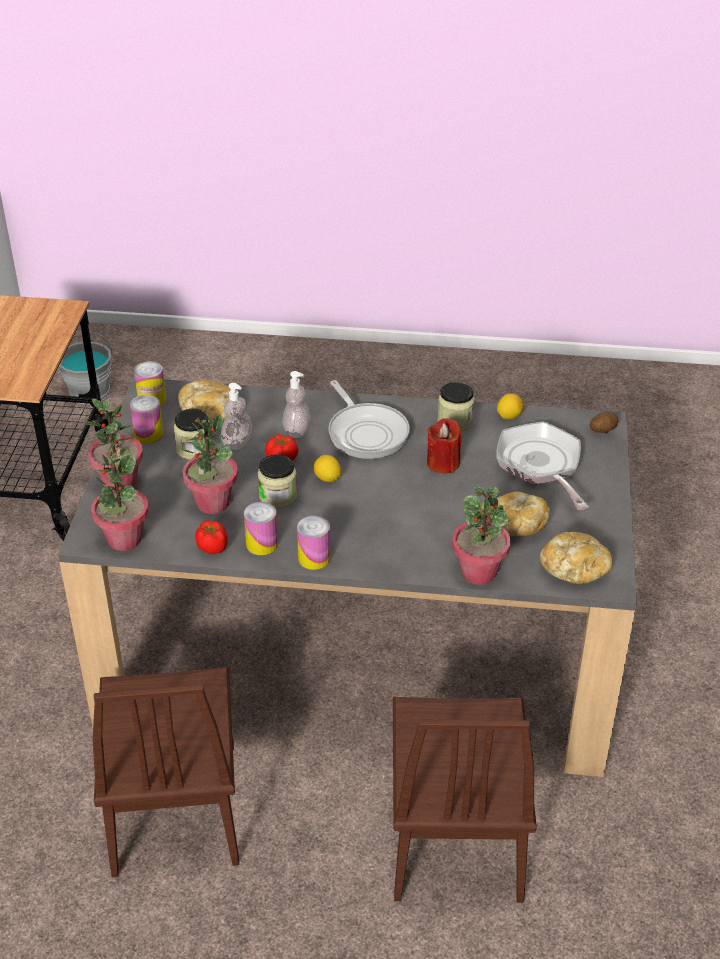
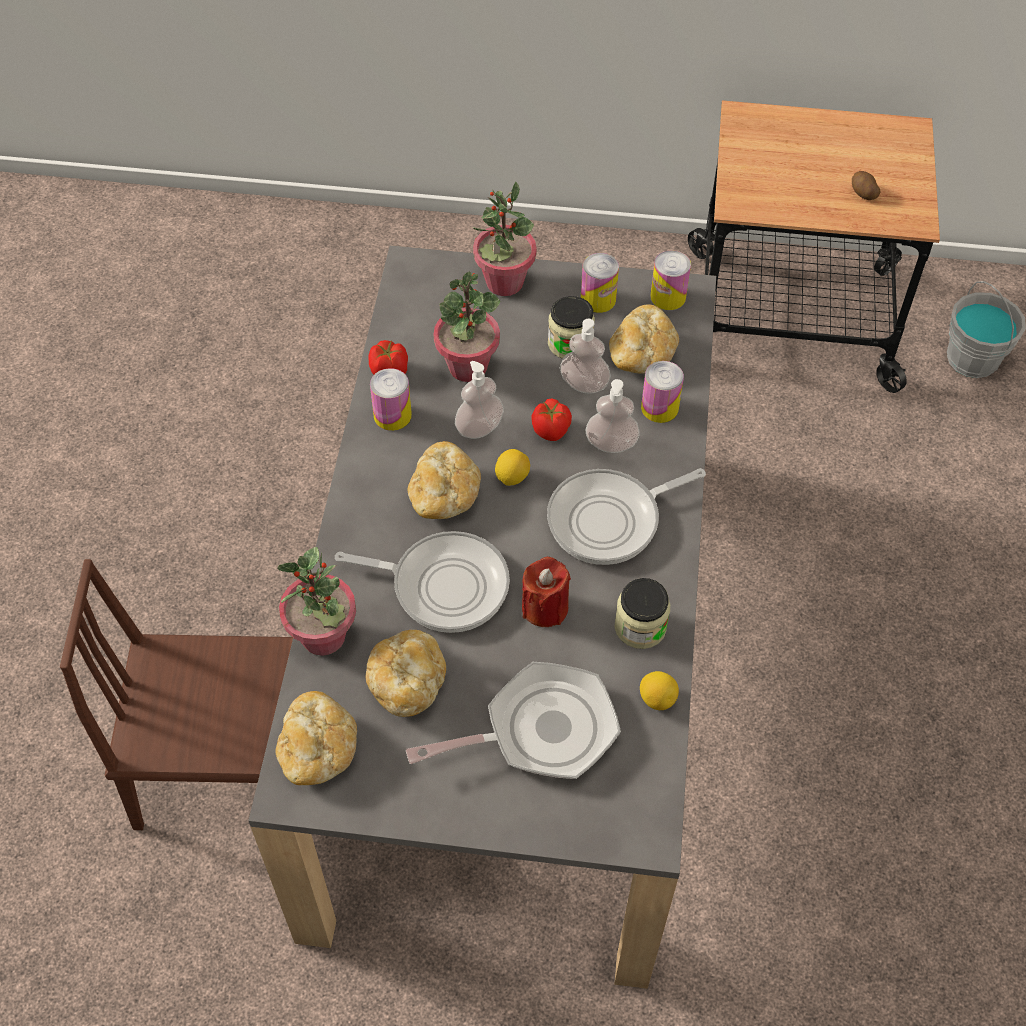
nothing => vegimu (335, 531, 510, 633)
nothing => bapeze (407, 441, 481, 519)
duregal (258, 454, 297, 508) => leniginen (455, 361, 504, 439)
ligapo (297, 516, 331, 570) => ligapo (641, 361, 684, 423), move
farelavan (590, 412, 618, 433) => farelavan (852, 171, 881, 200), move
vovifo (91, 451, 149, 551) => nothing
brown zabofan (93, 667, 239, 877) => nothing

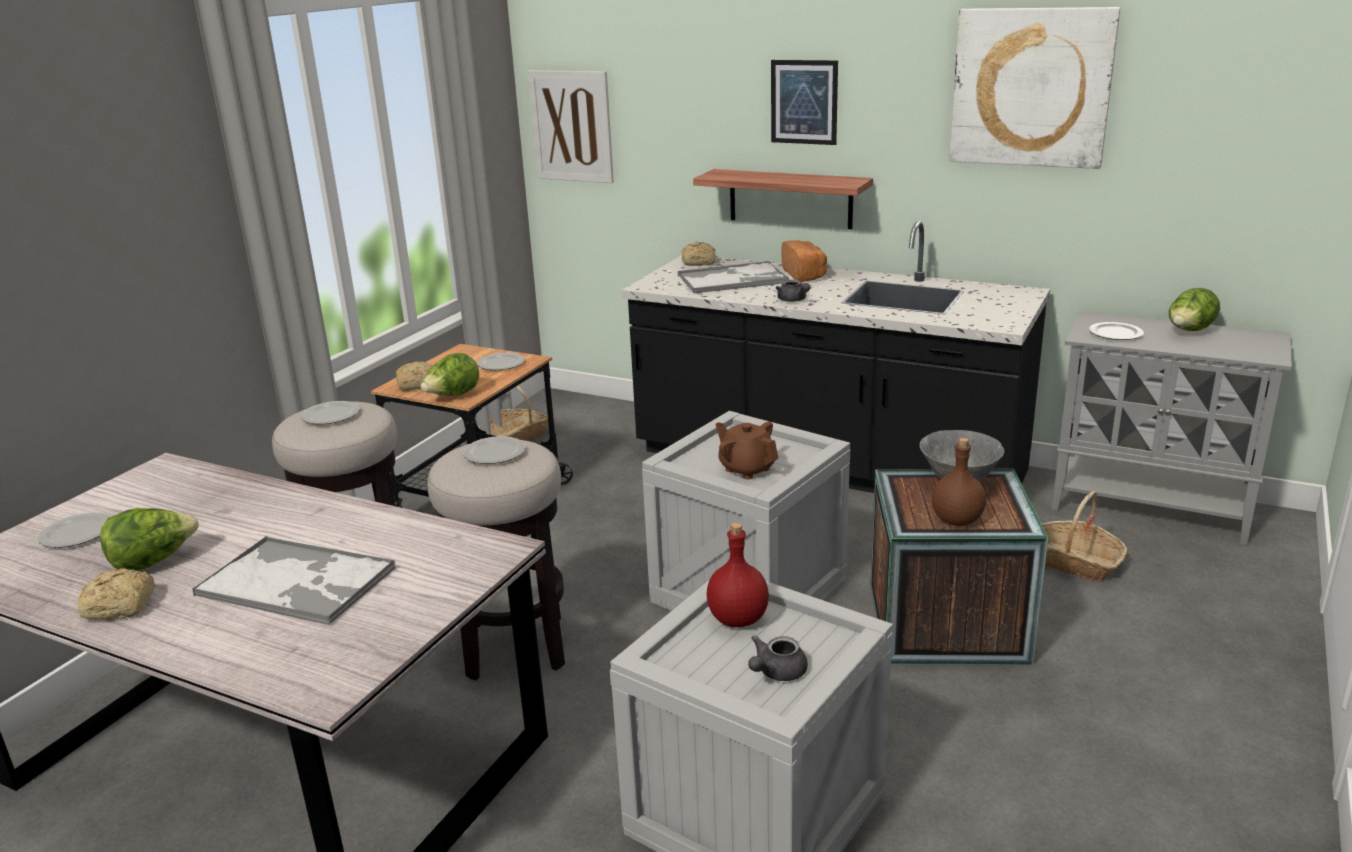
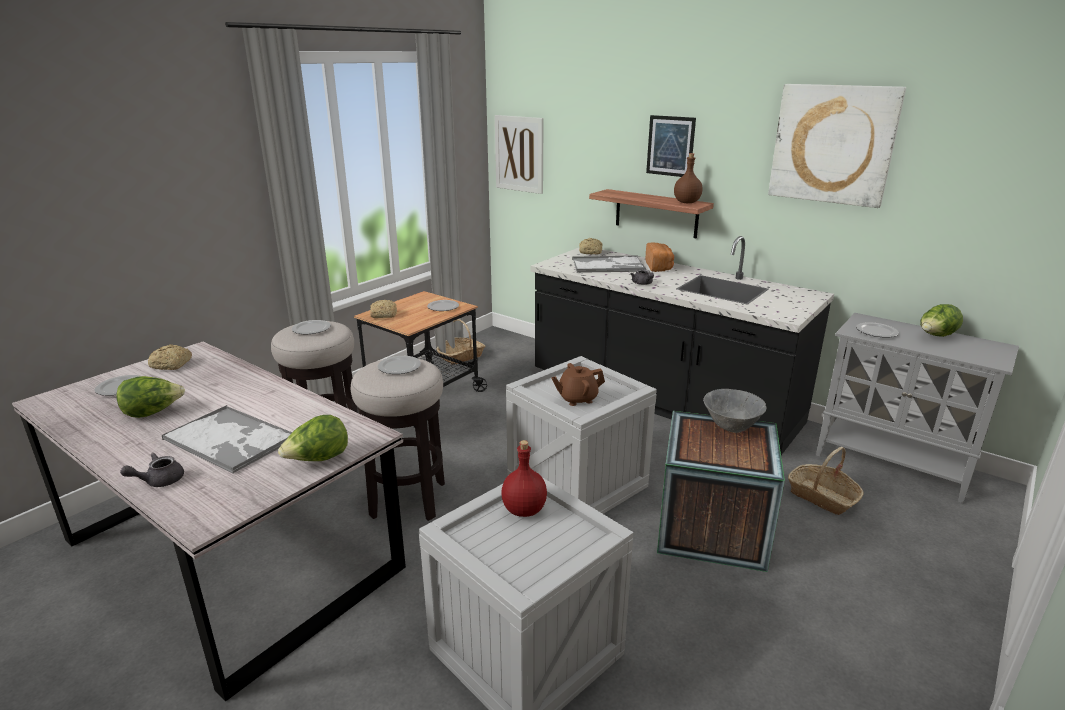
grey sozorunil (748, 635, 808, 681) => grey sozorunil (120, 453, 184, 487), move
bapeze (78, 568, 154, 620) => bapeze (148, 344, 192, 370), move
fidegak (421, 353, 479, 396) => fidegak (278, 415, 348, 461), move
brown sozorunil (716, 421, 778, 480) => brown sozorunil (551, 363, 605, 406), 75 degrees counterclockwise
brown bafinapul (932, 438, 986, 526) => brown bafinapul (674, 153, 703, 203), move

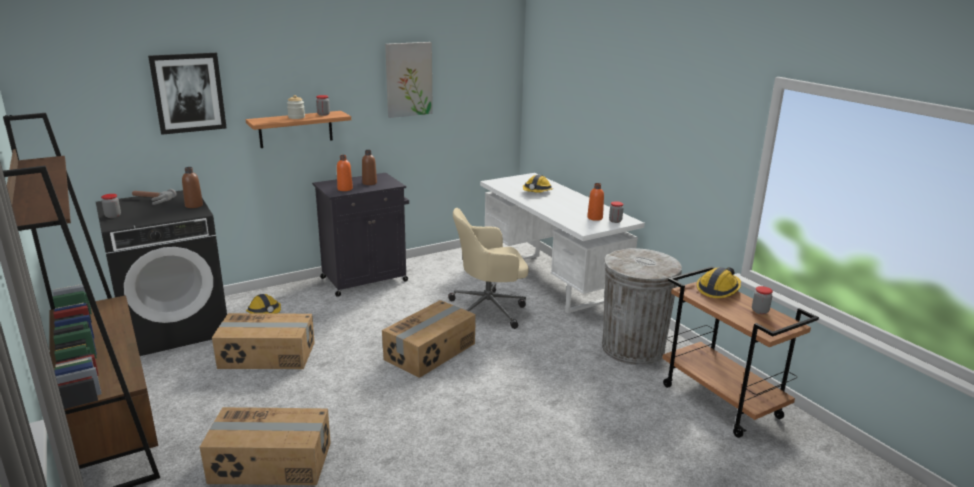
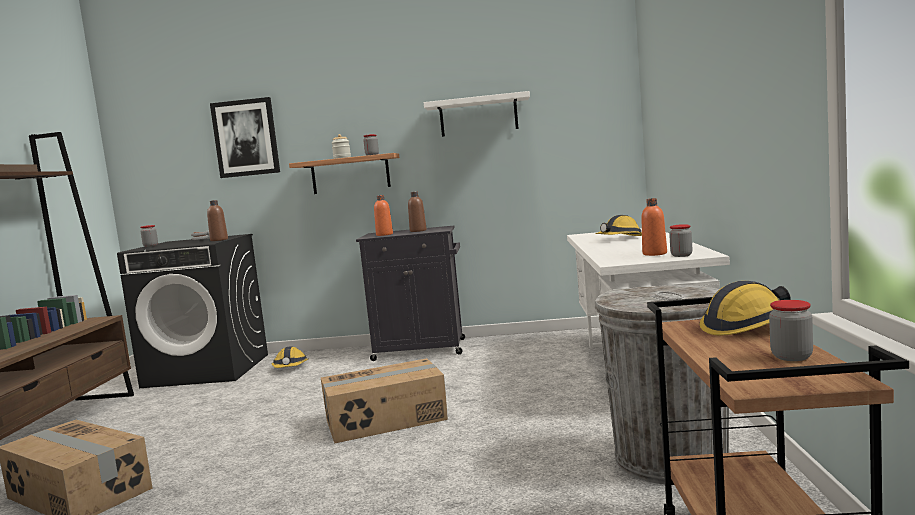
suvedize (385, 42, 433, 118) => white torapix (424, 91, 530, 137)
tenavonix (212, 313, 315, 369) => nothing
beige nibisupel (448, 208, 529, 329) => nothing

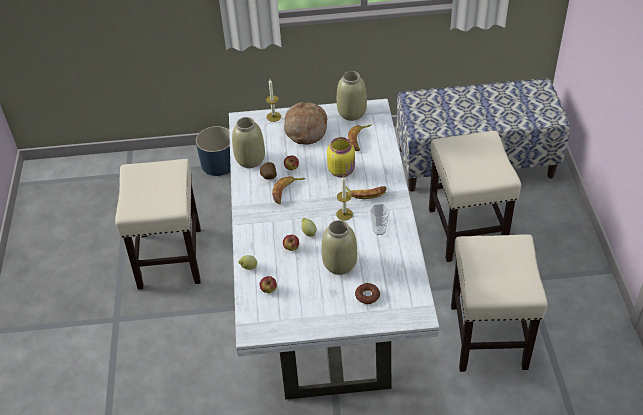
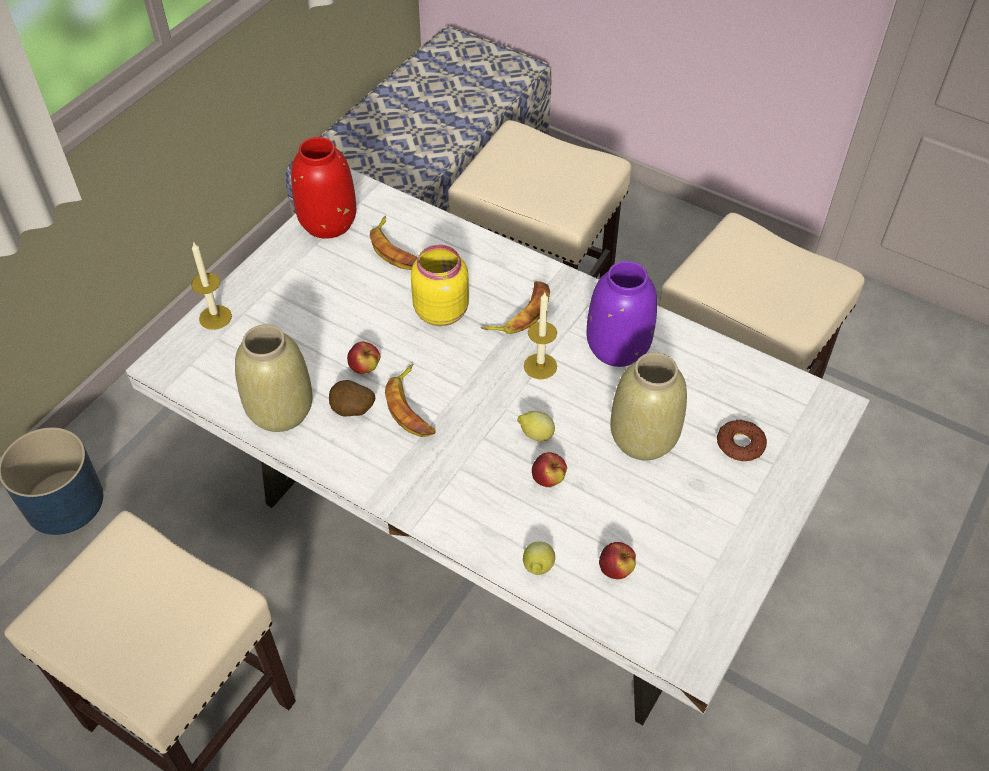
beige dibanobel (337, 71, 367, 121) => red dibanobel (291, 137, 356, 239)
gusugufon (370, 204, 390, 235) => purple dibanobel (587, 261, 657, 367)
bapeze (284, 102, 327, 145) => nothing

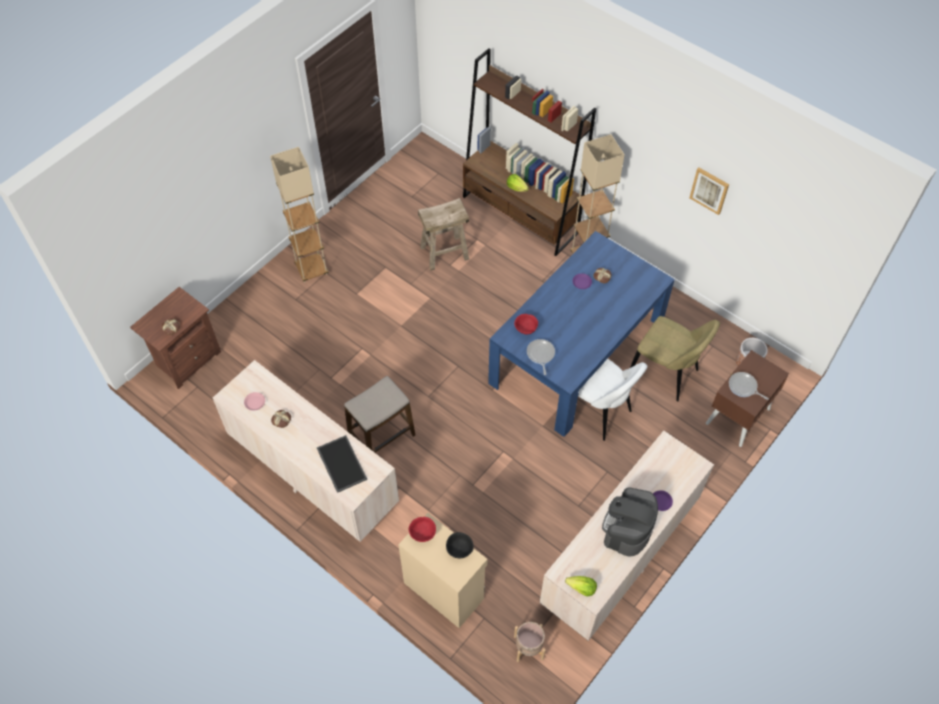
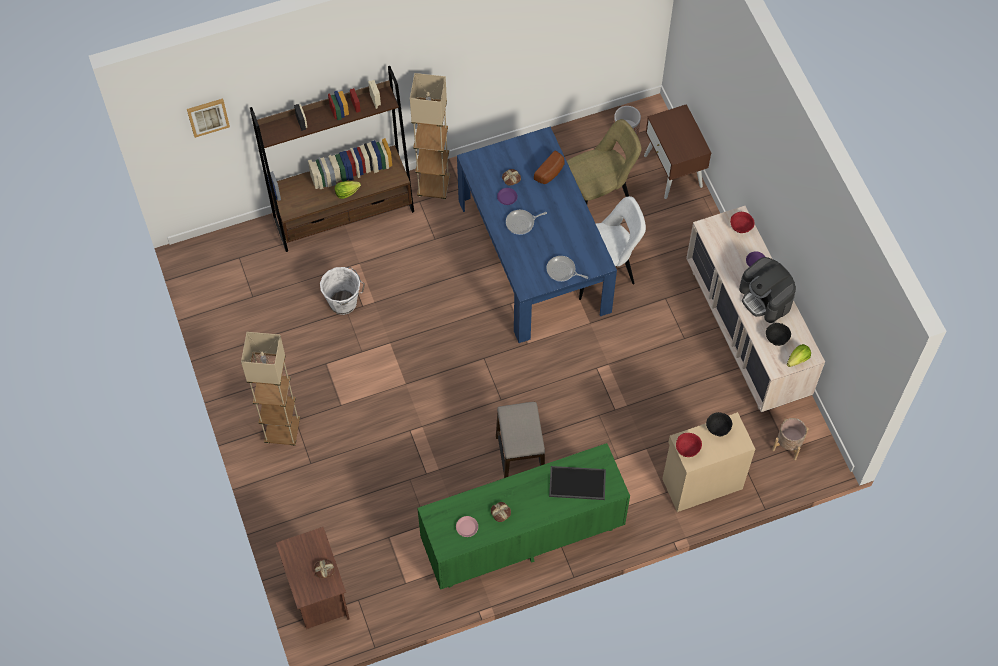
suvedize (689, 168, 729, 215) => suvedize (187, 99, 230, 138), move
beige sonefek (418, 198, 469, 271) => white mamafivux (320, 267, 365, 315)
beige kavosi (213, 360, 399, 542) => green kavosi (417, 443, 630, 590)
vegimu (729, 372, 769, 400) => vegimu (506, 210, 547, 235), move
nothing => bapeze (534, 150, 564, 184)
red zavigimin (514, 314, 538, 334) => red zavigimin (730, 212, 755, 233), move
nothing => black zavigimin (766, 323, 791, 346)

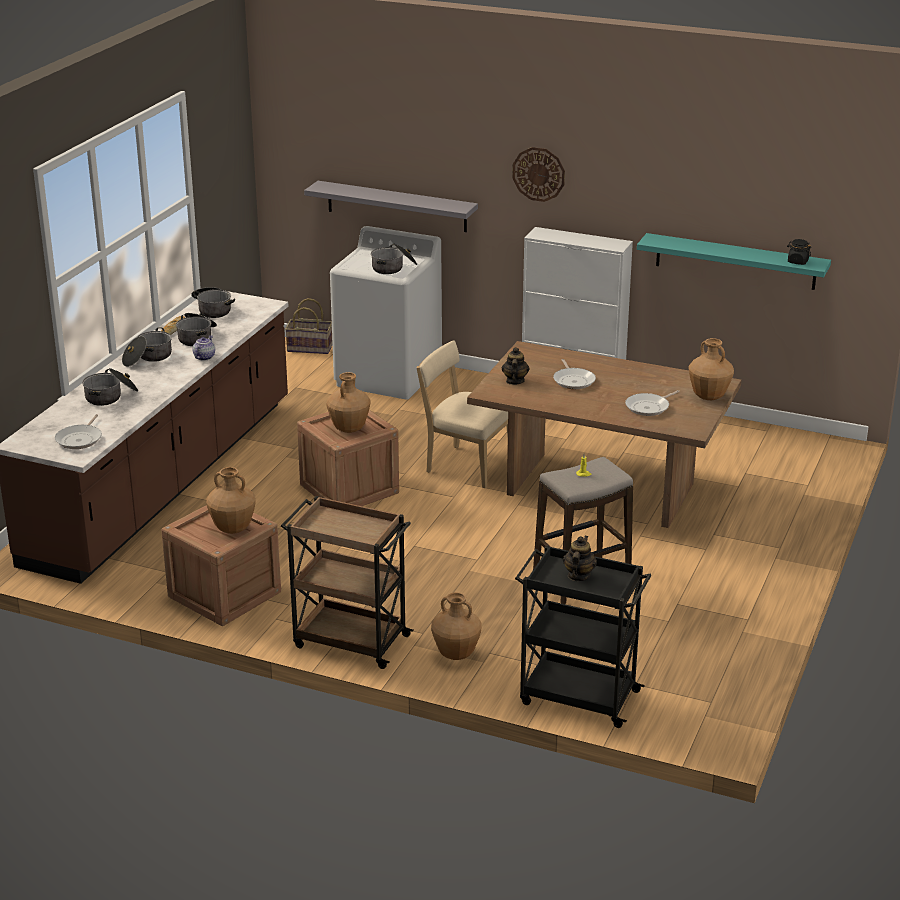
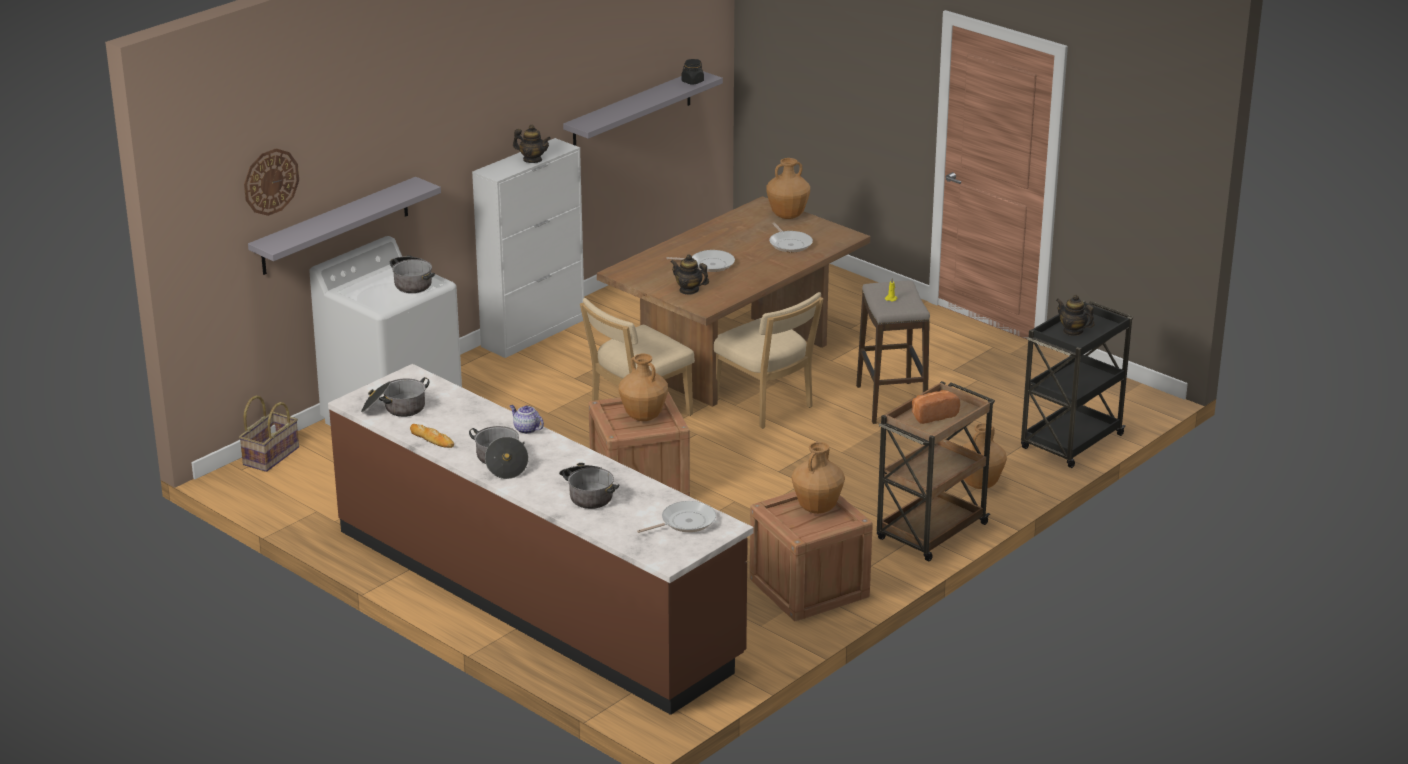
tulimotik (512, 147, 565, 202) => tulimotik (244, 149, 299, 216), move
nothing => sozorunil (513, 125, 551, 163)
turquoise torapix (637, 233, 831, 290) => grey torapix (563, 71, 723, 146)
vegimu (55, 414, 102, 449) => vegimu (637, 501, 716, 533), 60 degrees counterclockwise
nothing => beige zabofan (714, 292, 824, 428)
nothing => bapeze (912, 390, 960, 424)
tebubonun (176, 313, 217, 346) => nothing

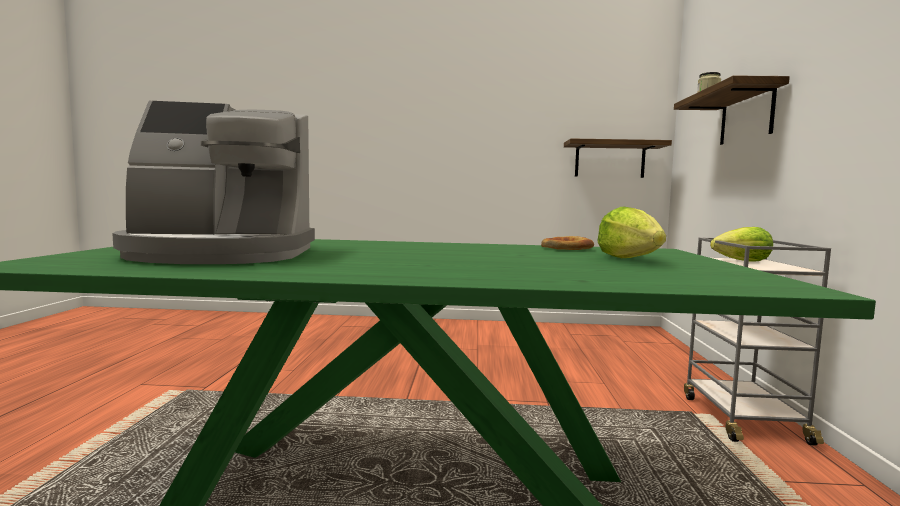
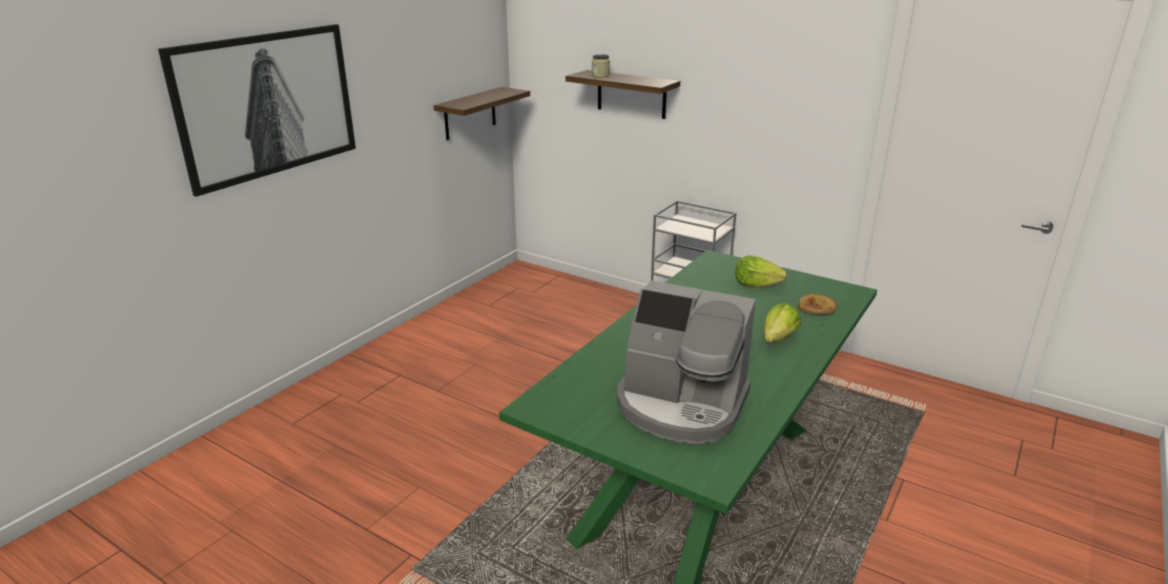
nothing => suvedize (158, 24, 356, 197)
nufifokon (112, 101, 315, 264) => nufifokon (617, 280, 756, 444), 90 degrees clockwise
fidegak (710, 227, 773, 262) => fidegak (763, 303, 801, 343), move
bapeze (541, 236, 594, 250) => bapeze (798, 294, 837, 315), move

